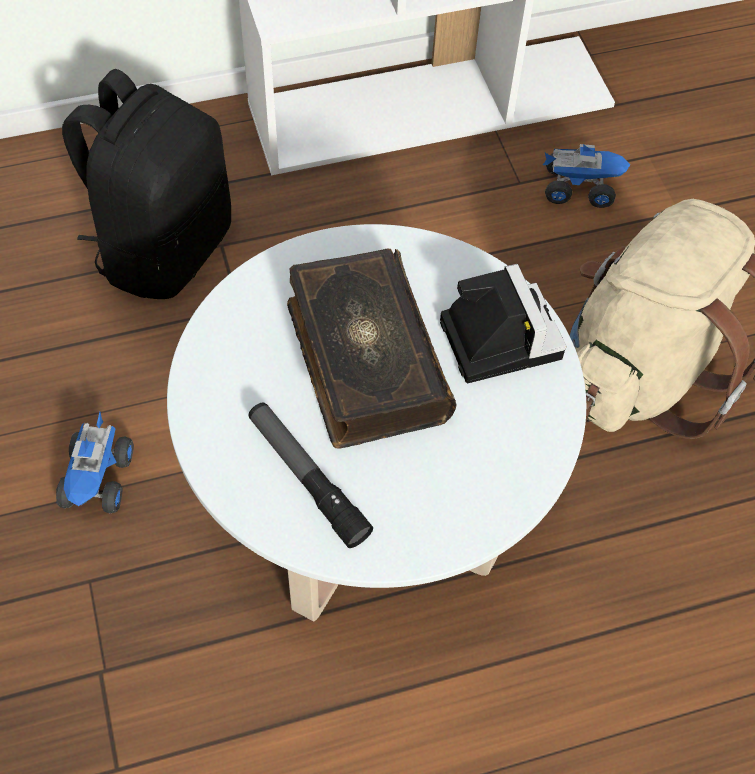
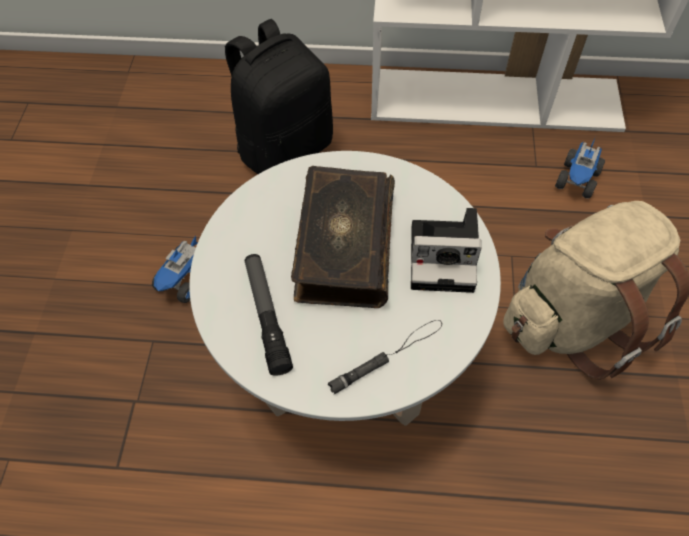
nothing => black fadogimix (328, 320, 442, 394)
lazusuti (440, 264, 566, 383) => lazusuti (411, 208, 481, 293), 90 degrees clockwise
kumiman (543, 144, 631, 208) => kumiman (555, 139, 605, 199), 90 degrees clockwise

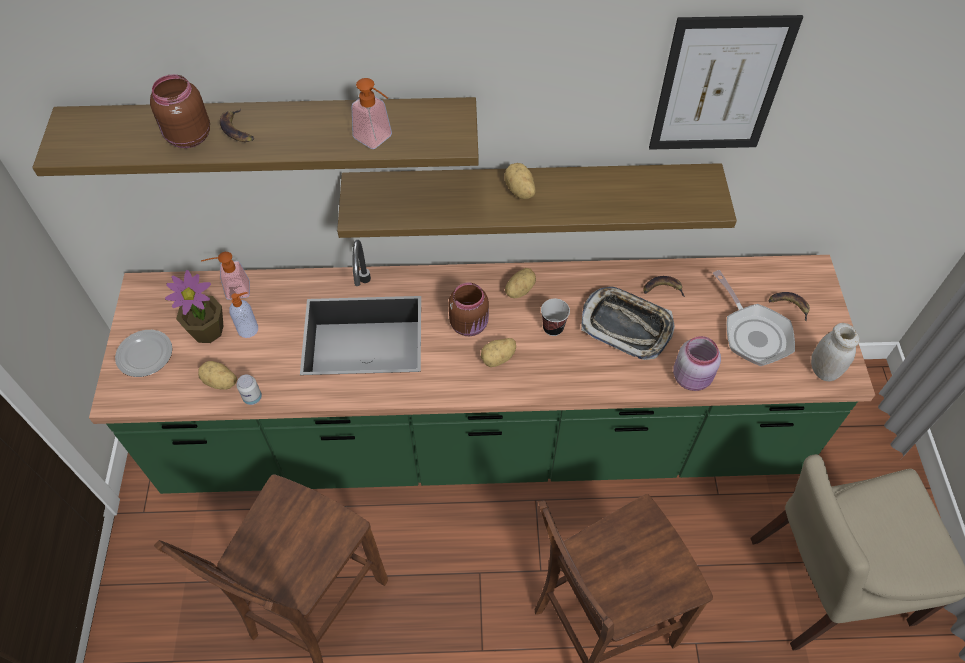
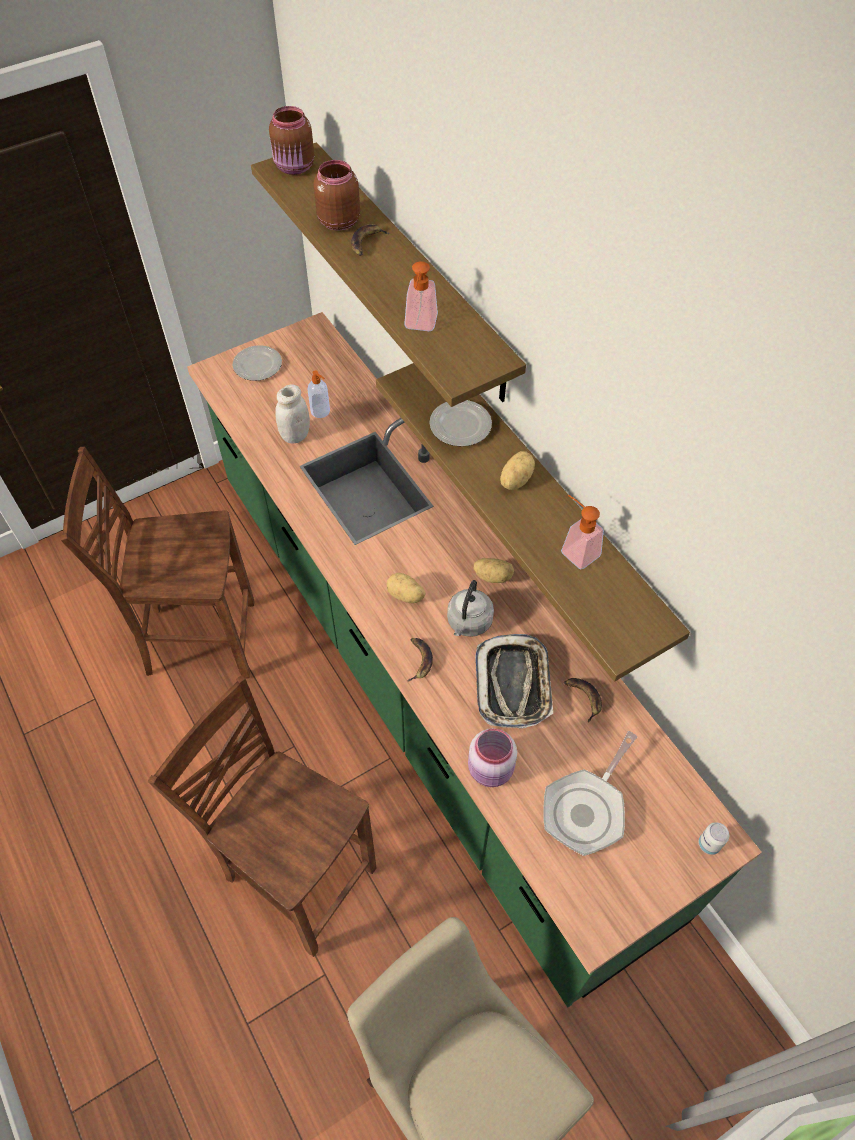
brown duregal (448, 282, 489, 336) => brown duregal (269, 106, 314, 175), move
white duregal (811, 323, 860, 381) => white duregal (275, 384, 310, 444), move
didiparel (768, 292, 810, 322) => didiparel (407, 638, 433, 681), move
nothing => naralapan (429, 400, 492, 447)
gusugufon (541, 298, 570, 336) => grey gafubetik (447, 580, 494, 637)
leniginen (201, 252, 250, 300) => leniginen (561, 495, 604, 569), move
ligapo (236, 375, 262, 405) => ligapo (699, 822, 729, 855), move
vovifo (165, 270, 223, 343) => nothing
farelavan (198, 361, 237, 390) => nothing
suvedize (649, 15, 803, 150) => nothing

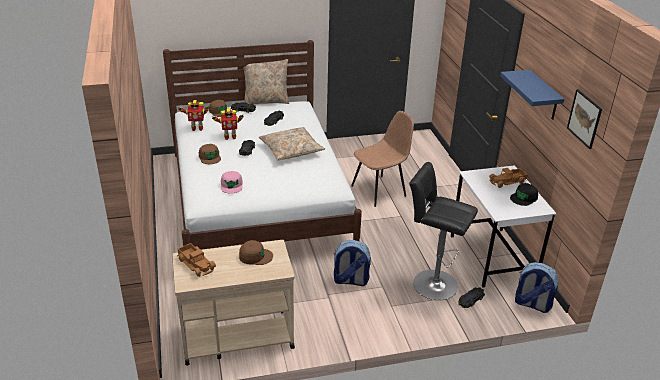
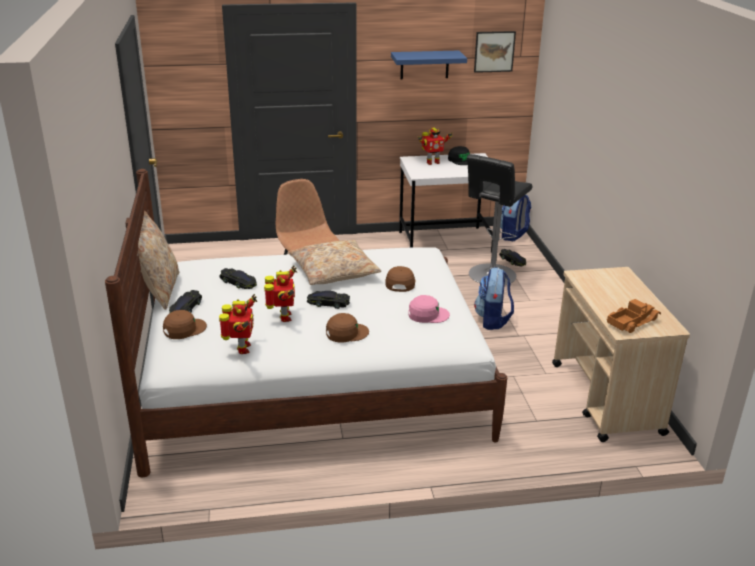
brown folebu (239, 240, 273, 265) => brown folebu (385, 266, 415, 292), move
kumiman (489, 168, 528, 188) => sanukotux (418, 128, 452, 165)

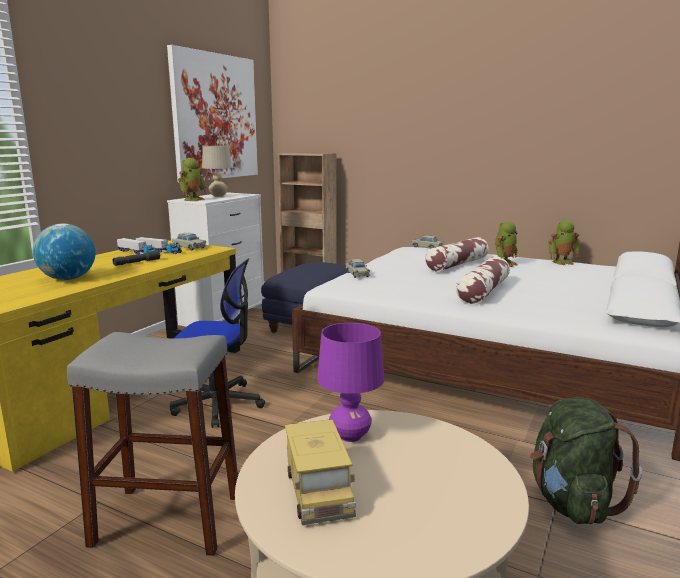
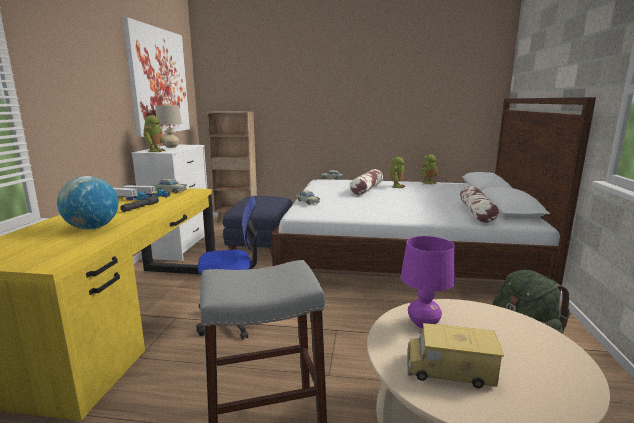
kumiman (285, 419, 356, 525) => kumiman (407, 323, 504, 388), 135 degrees clockwise
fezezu (456, 256, 510, 304) => fezezu (460, 186, 499, 223), move

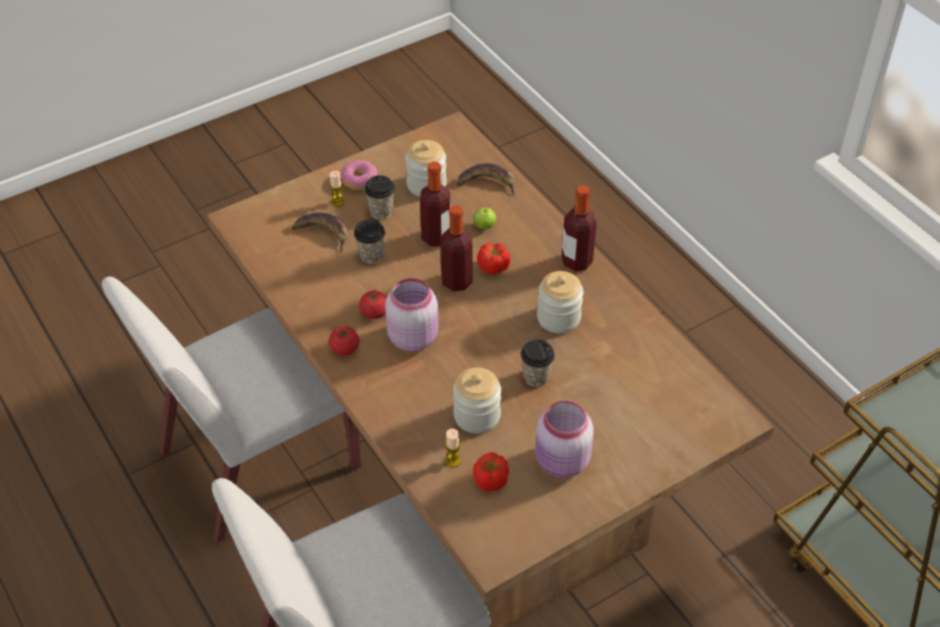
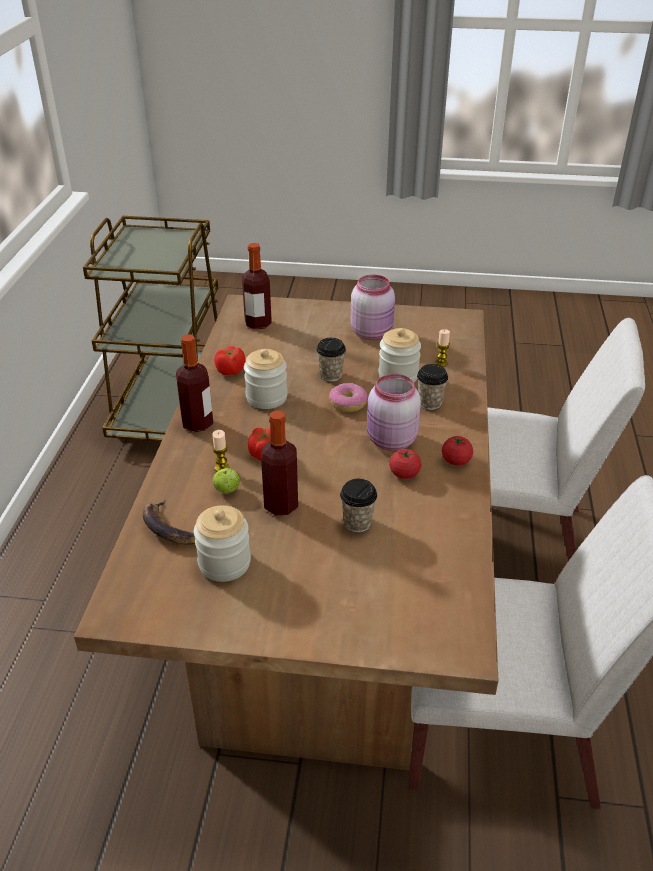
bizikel (329, 171, 344, 207) => bizikel (212, 430, 229, 472), move
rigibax (473, 452, 509, 492) => rigibax (214, 346, 245, 375), move
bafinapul (440, 205, 473, 292) => bafinapul (242, 243, 272, 330), move
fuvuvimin (341, 160, 377, 190) => fuvuvimin (329, 383, 367, 412), move
gusugufon (365, 175, 395, 219) => gusugufon (417, 364, 448, 410), move
didiparel (292, 212, 348, 253) => nothing

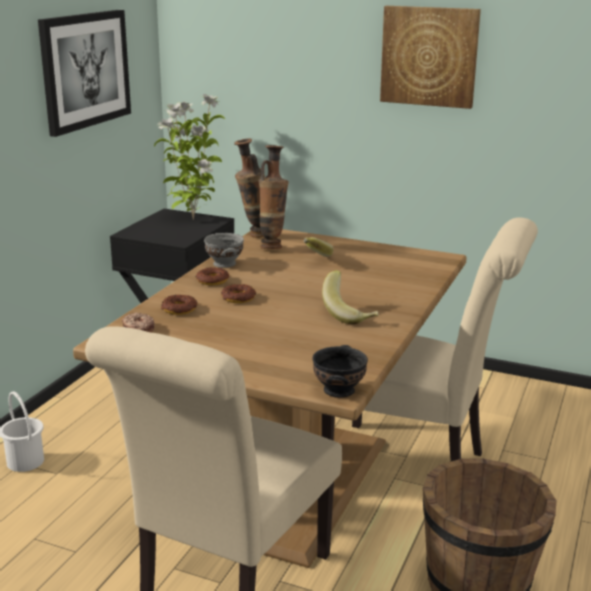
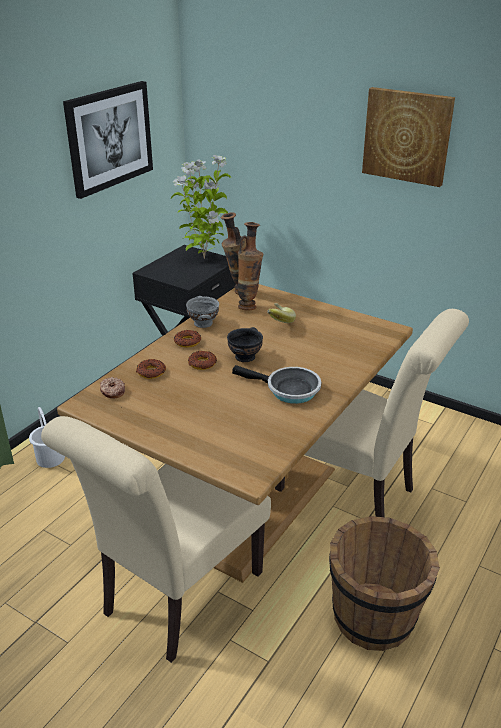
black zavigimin (313, 345, 368, 398) => black zavigimin (227, 327, 263, 362), move
didiparel (322, 270, 379, 324) => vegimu (232, 365, 321, 404)

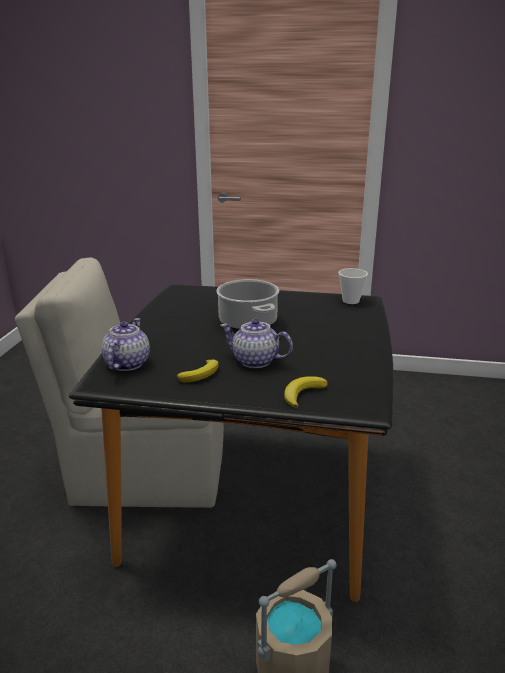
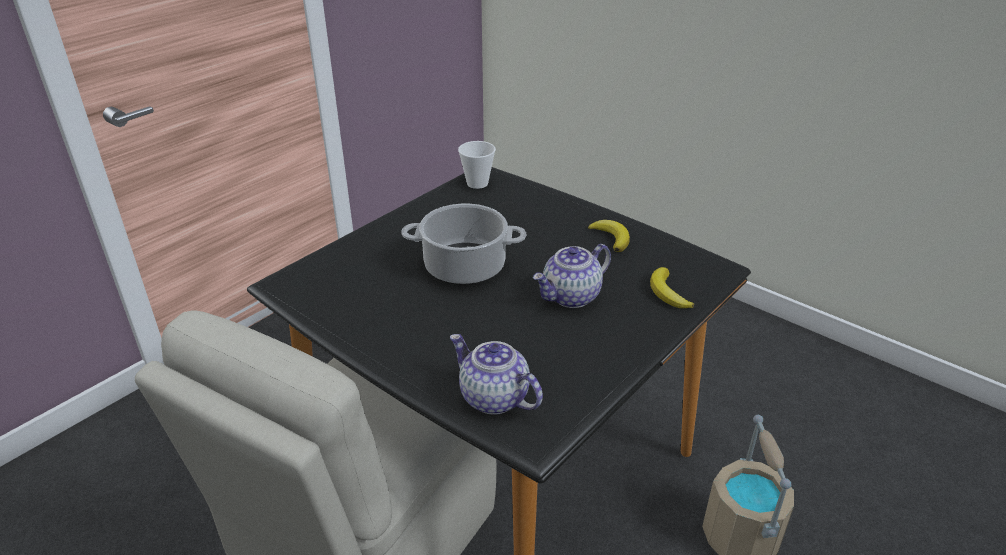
didiparel (177, 359, 219, 382) => didiparel (588, 220, 630, 252), move

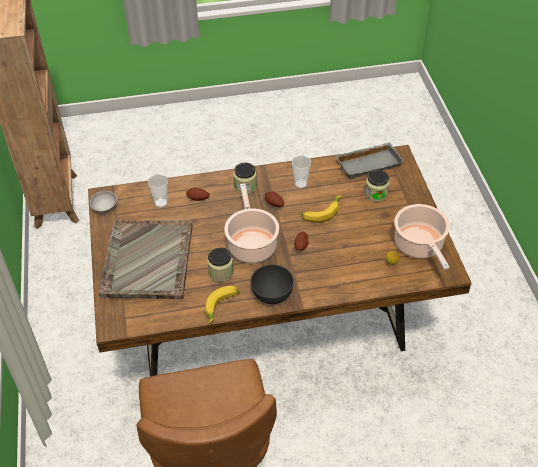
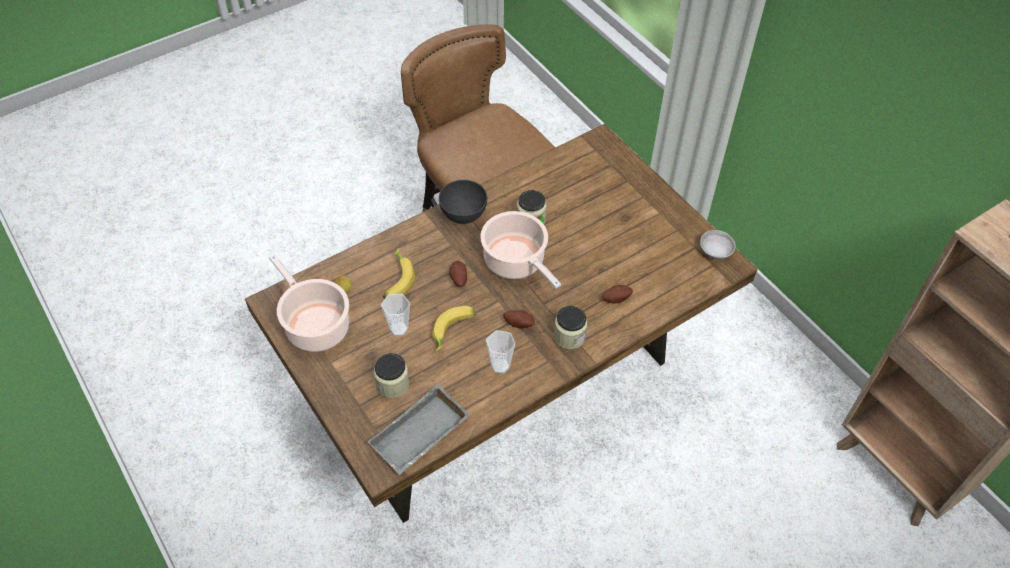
gusugufon (148, 174, 168, 208) => gusugufon (381, 294, 410, 336), move
didiparel (204, 286, 240, 324) => didiparel (383, 248, 415, 299), move
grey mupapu (99, 220, 193, 299) => nothing

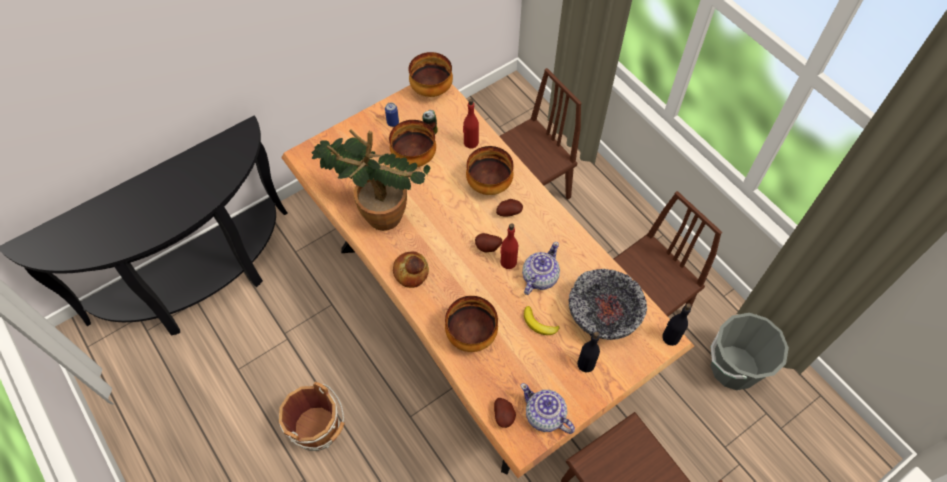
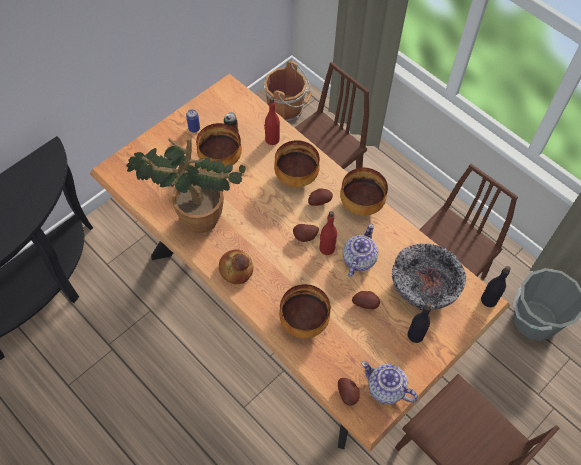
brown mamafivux (279, 382, 345, 451) => brown mamafivux (264, 61, 312, 122), move
zavigimin (408, 52, 453, 97) => zavigimin (340, 168, 388, 216), move
didiparel (524, 306, 560, 335) => farelavan (352, 291, 380, 309)

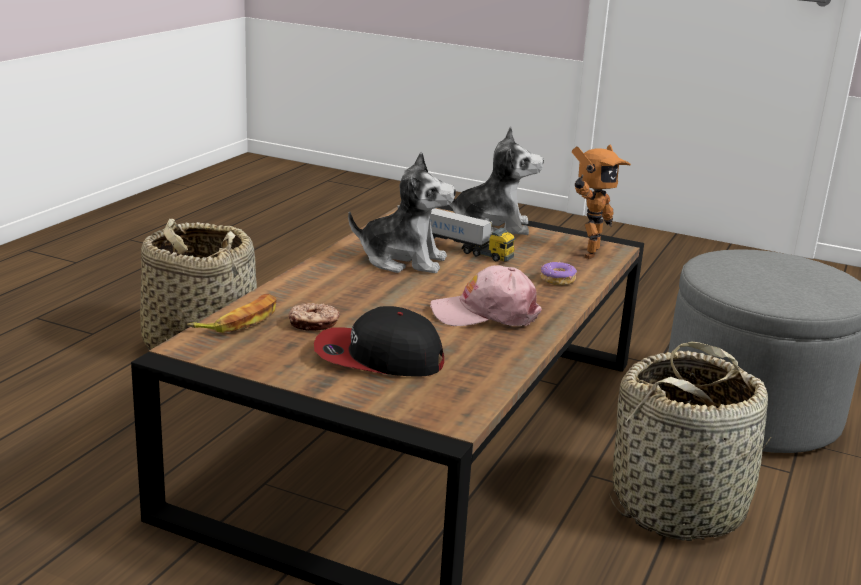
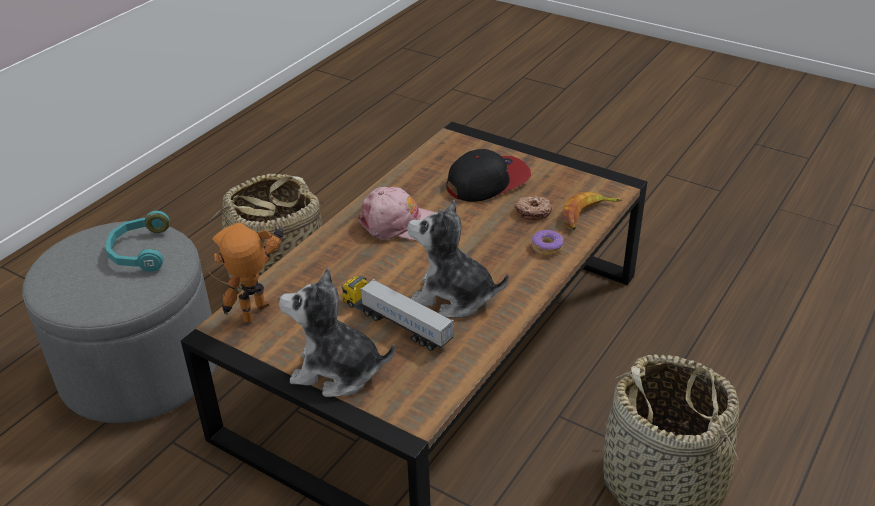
nothing => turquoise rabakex (106, 211, 170, 272)
folebu (314, 306, 444, 376) => folebu (446, 149, 531, 202), 45 degrees counterclockwise
fuvuvimin (540, 262, 577, 285) => fuvuvimin (532, 230, 564, 255), move

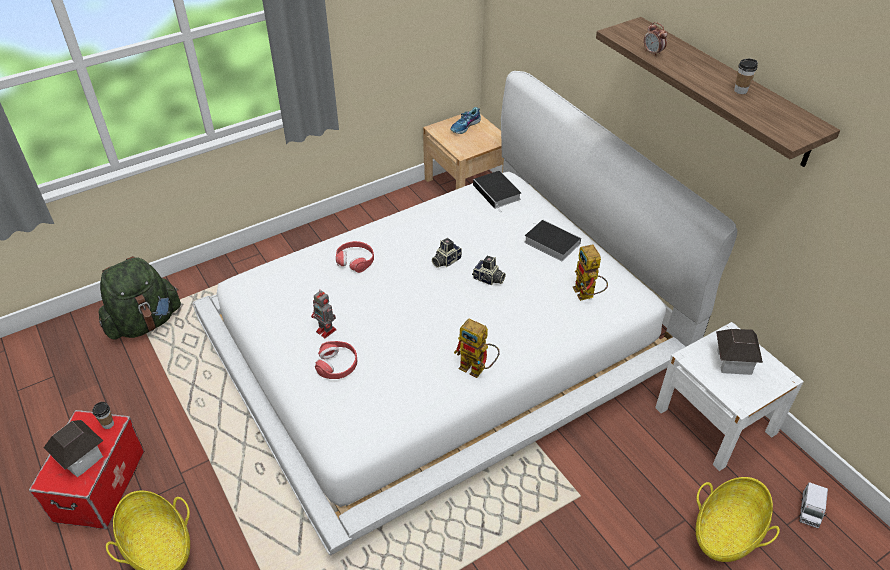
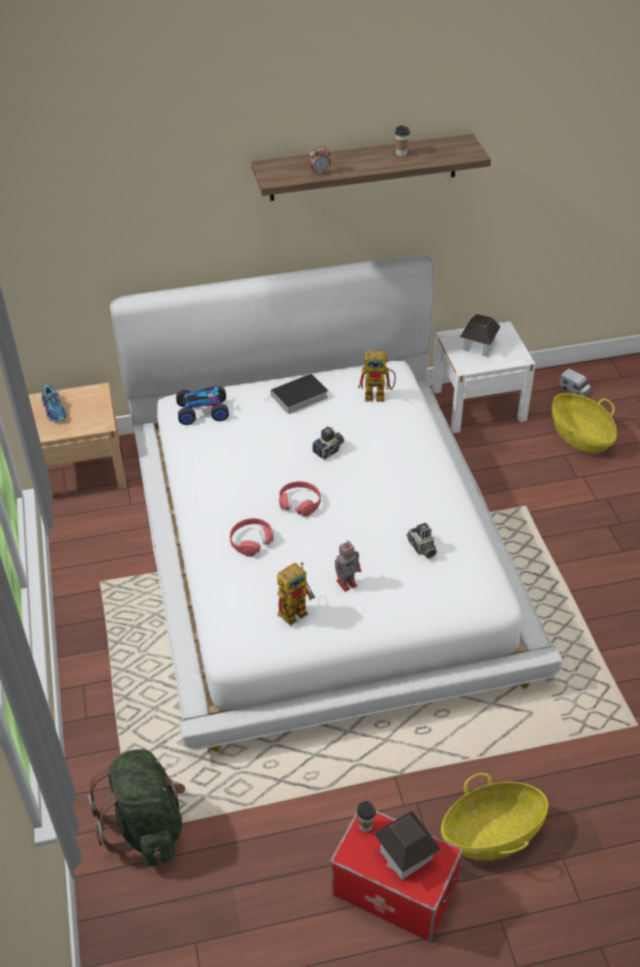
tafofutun (473, 171, 521, 213) => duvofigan (176, 386, 229, 425)
sanukotux (454, 319, 500, 378) => sanukotux (277, 562, 316, 625), move
red rabakex (315, 341, 357, 379) => red rabakex (279, 481, 321, 517), move
lazusuti (432, 238, 462, 268) => lazusuti (407, 523, 437, 559), move

